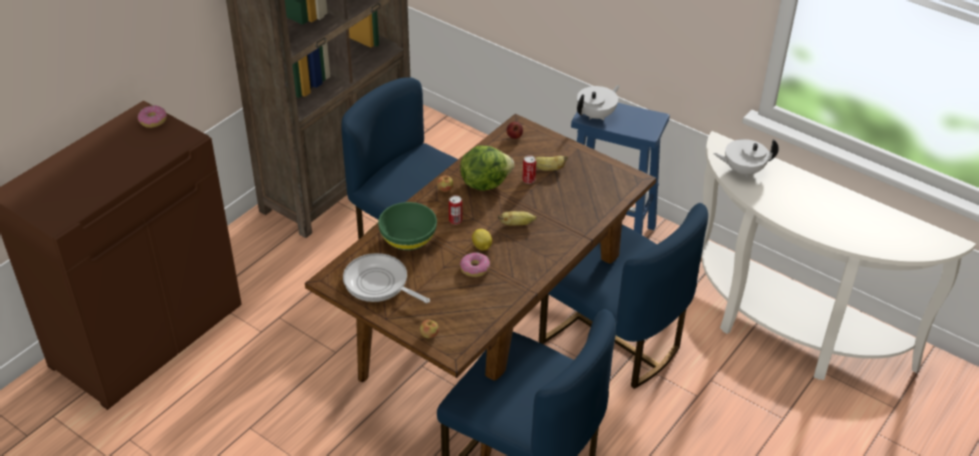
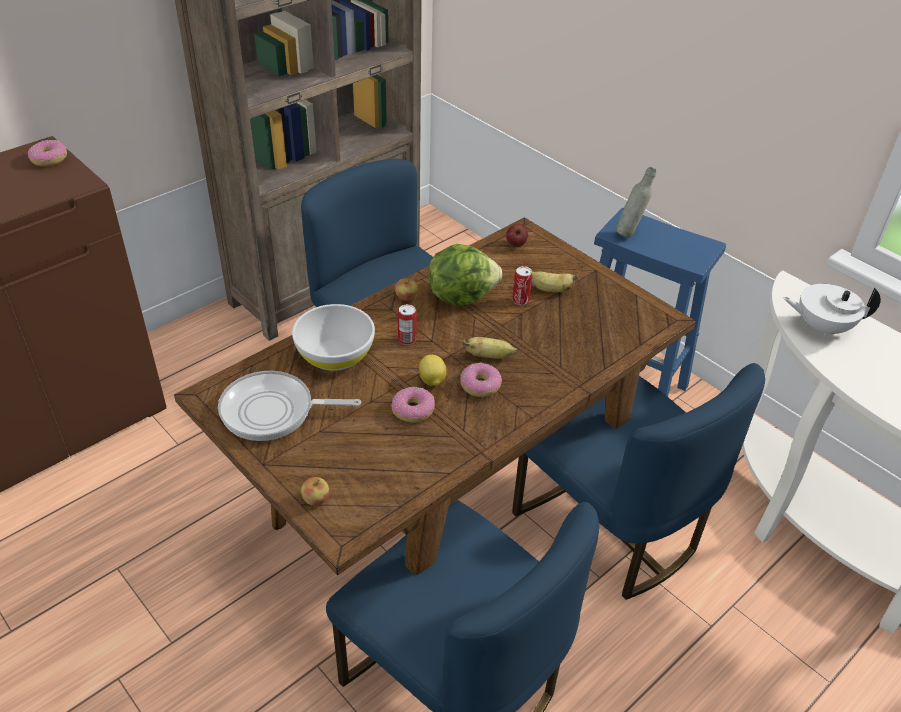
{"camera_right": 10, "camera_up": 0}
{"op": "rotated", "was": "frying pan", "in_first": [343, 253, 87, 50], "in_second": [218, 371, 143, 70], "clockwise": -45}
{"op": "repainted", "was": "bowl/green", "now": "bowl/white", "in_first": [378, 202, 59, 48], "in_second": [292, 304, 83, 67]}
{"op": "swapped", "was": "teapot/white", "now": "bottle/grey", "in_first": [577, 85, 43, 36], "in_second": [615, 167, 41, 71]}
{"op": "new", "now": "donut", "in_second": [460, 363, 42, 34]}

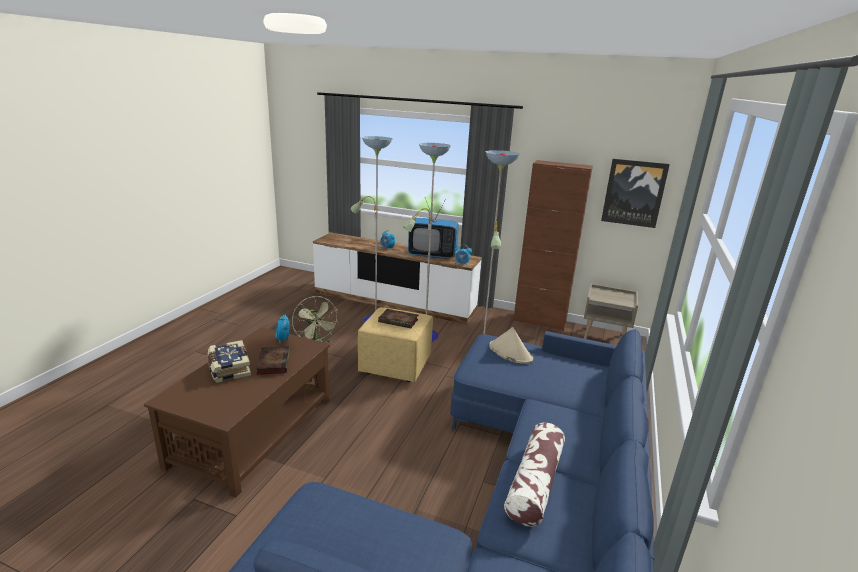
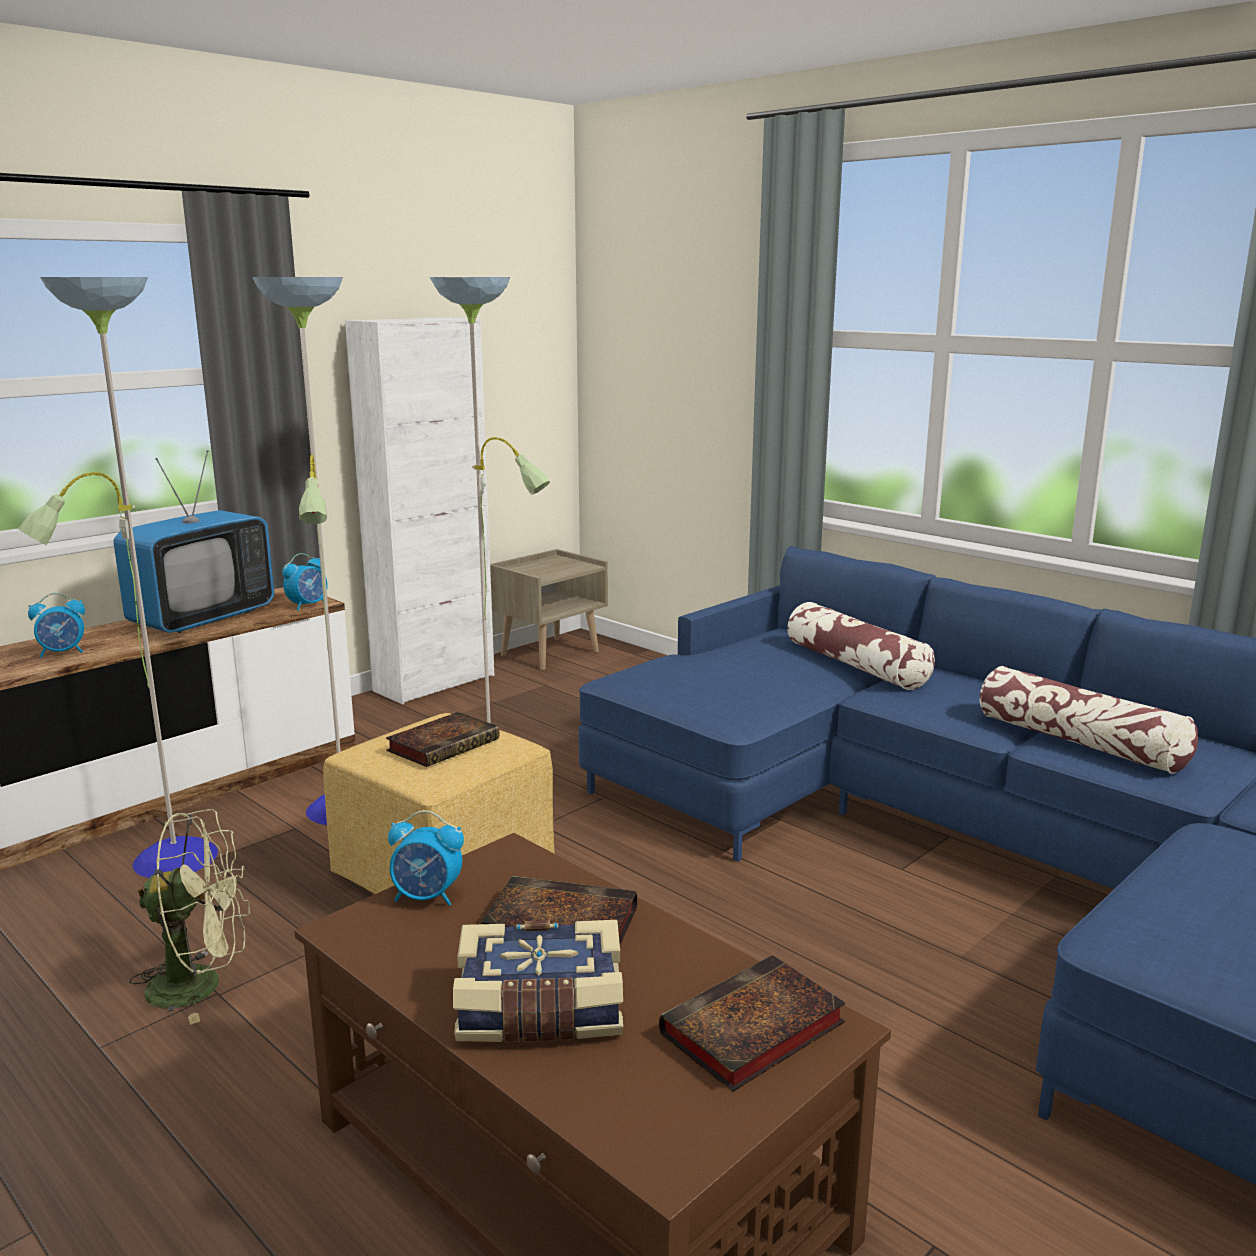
{"camera_right": -65, "camera_up": -5}
{"op": "gone", "was": "hat/beige", "in_first": [489, 327, 44, 37]}
{"op": "repainted", "was": "cabinet/brown", "now": "cabinet/white", "in_first": [513, 160, 80, 171], "in_second": [345, 317, 149, 387]}
{"op": "gone", "was": "picture", "in_first": [601, 159, 69, 69]}
{"op": "new", "now": "book", "in_second": [659, 955, 187, 137]}
{"op": "new", "now": "pillow", "in_second": [787, 602, 148, 88]}

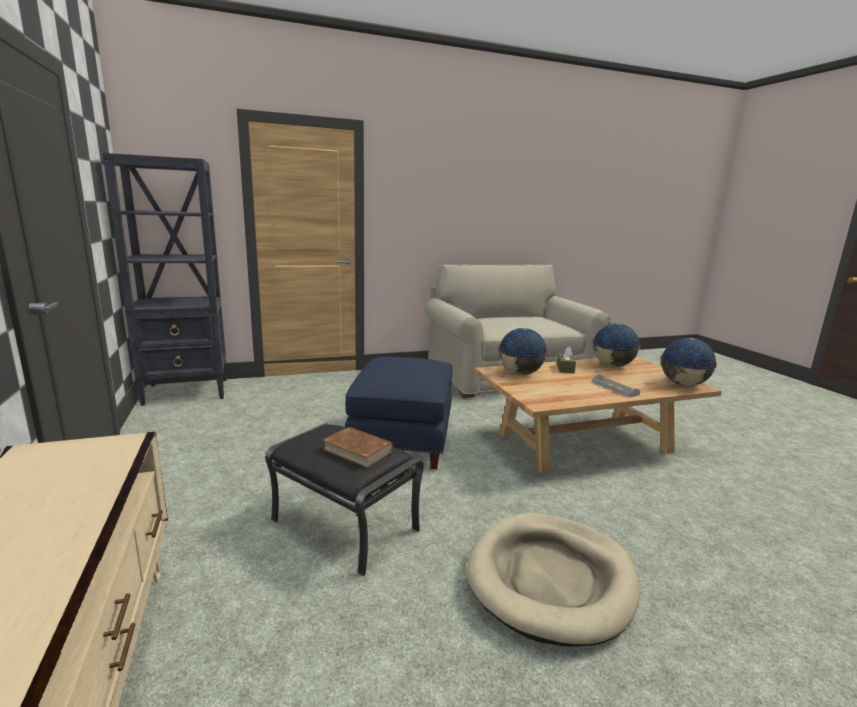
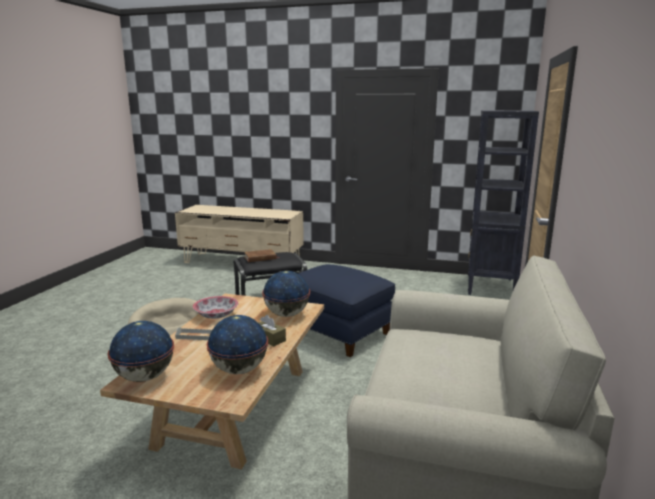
{"camera_right": 125, "camera_up": 0}
{"op": "new", "now": "bowl", "in_second": [193, 296, 45, 23]}

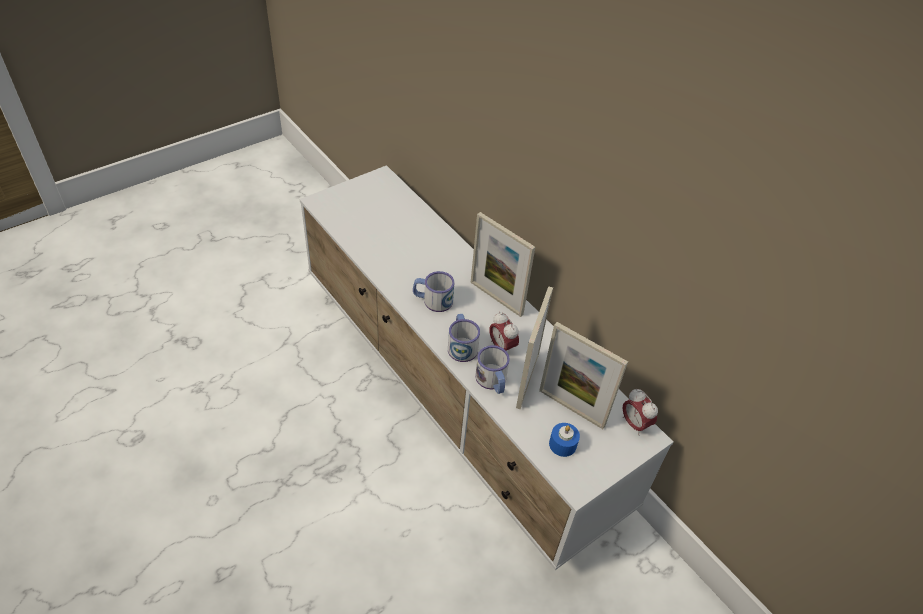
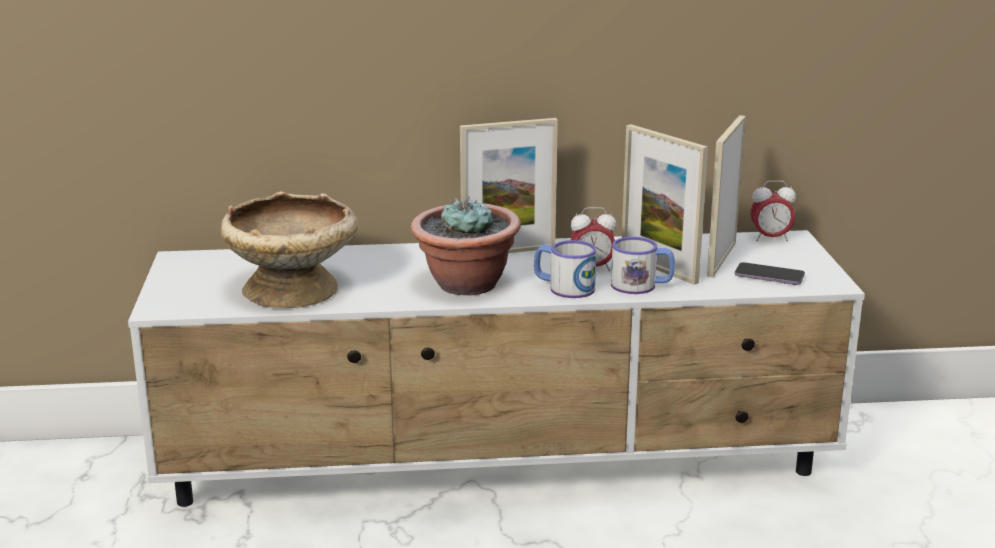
{"camera_right": -55, "camera_up": -25}
{"op": "swapped", "was": "mug", "now": "potted plant", "in_first": [413, 271, 41, 41], "in_second": [411, 198, 110, 97]}
{"op": "rotated", "was": "picture frame", "in_first": [539, 322, 89, 107], "in_second": [707, 115, 39, 162], "clockwise": 135}
{"op": "swapped", "was": "candle/blue", "now": "phone", "in_first": [549, 423, 31, 34], "in_second": [735, 262, 70, 23]}
{"op": "new", "now": "bowl/beige", "in_second": [220, 191, 138, 117]}

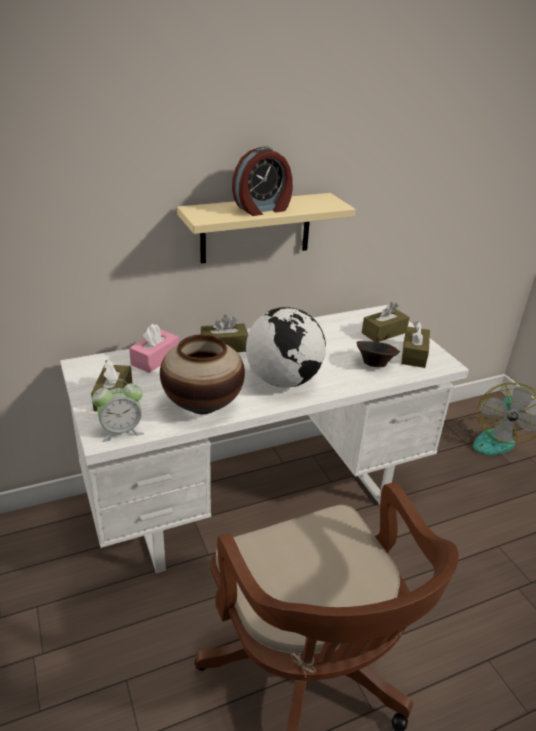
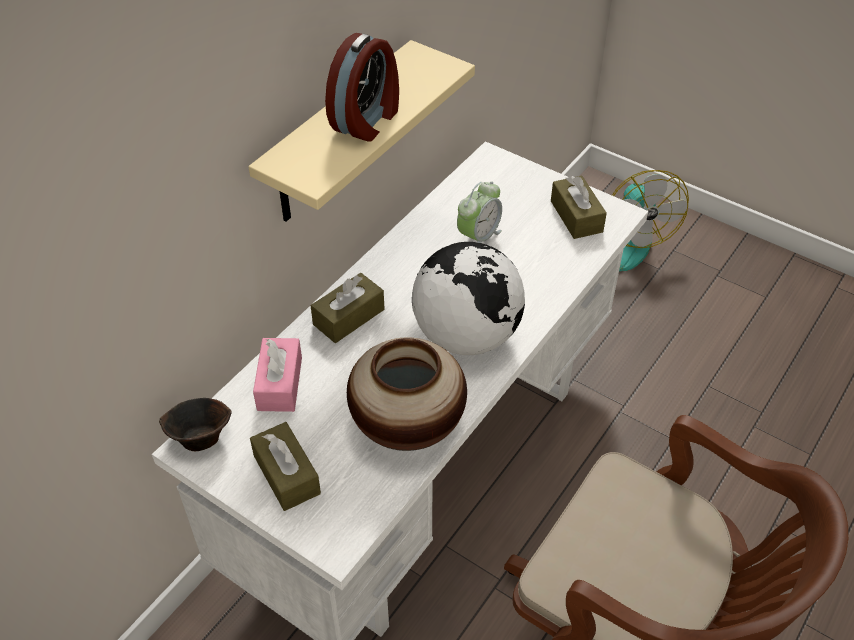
{"camera_right": -30, "camera_up": 15}
{"op": "shifted", "was": "alarm clock", "in_first": [92, 379, 52, 63], "in_second": [457, 181, 45, 62]}
{"op": "shifted", "was": "bowl/brown", "in_first": [357, 341, 43, 26], "in_second": [159, 398, 73, 53]}
{"op": "gone", "was": "tissue box/brown", "in_first": [362, 302, 48, 40]}

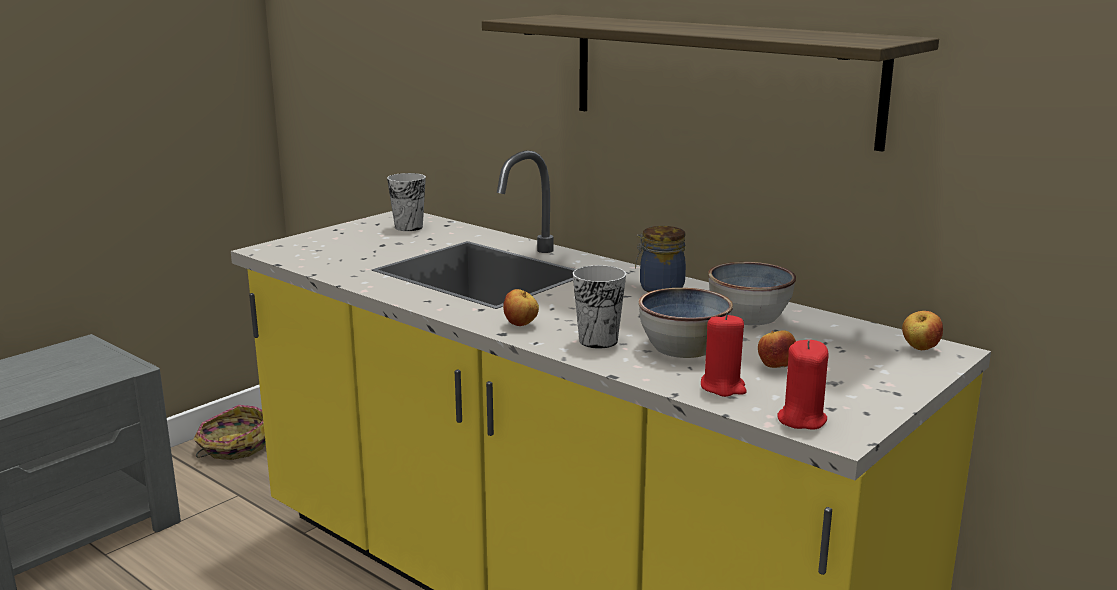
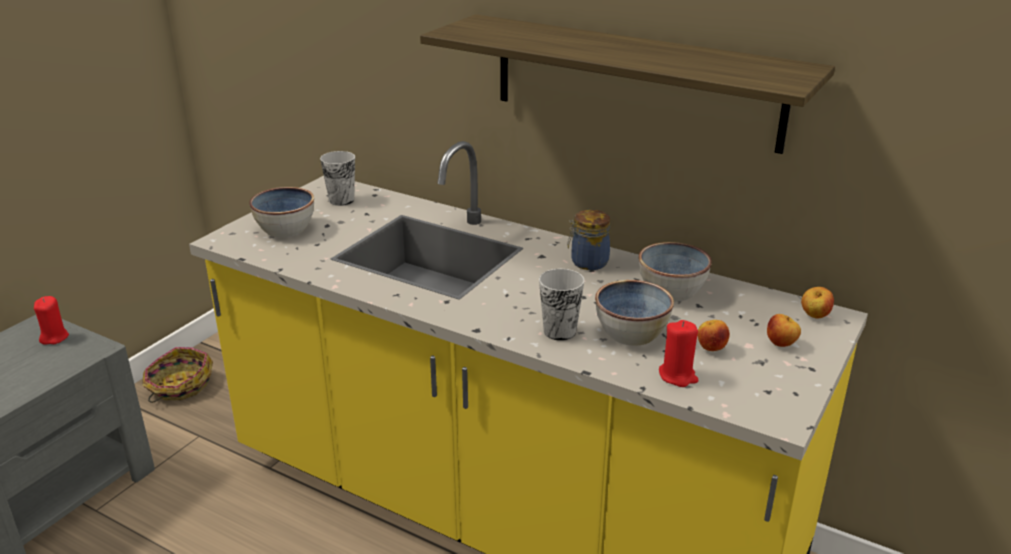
{"camera_right": -10, "camera_up": 10}
{"op": "shifted", "was": "apple", "in_first": [503, 289, 36, 37], "in_second": [767, 314, 34, 33]}
{"op": "shifted", "was": "candle/red", "in_first": [777, 340, 52, 90], "in_second": [34, 296, 35, 49]}
{"op": "new", "now": "bowl", "in_second": [249, 187, 65, 50]}

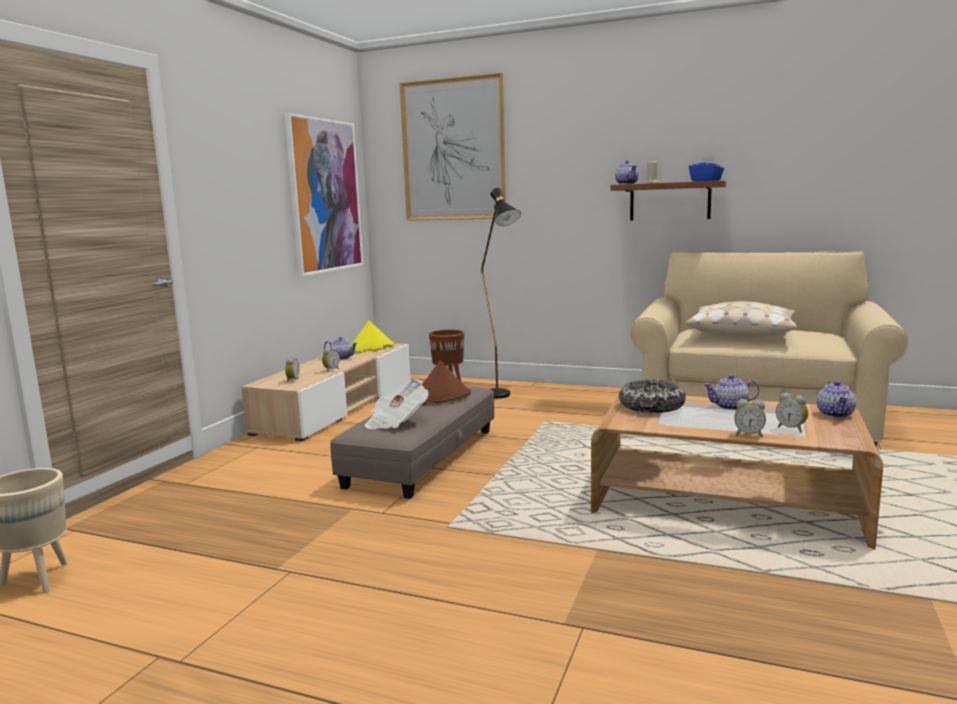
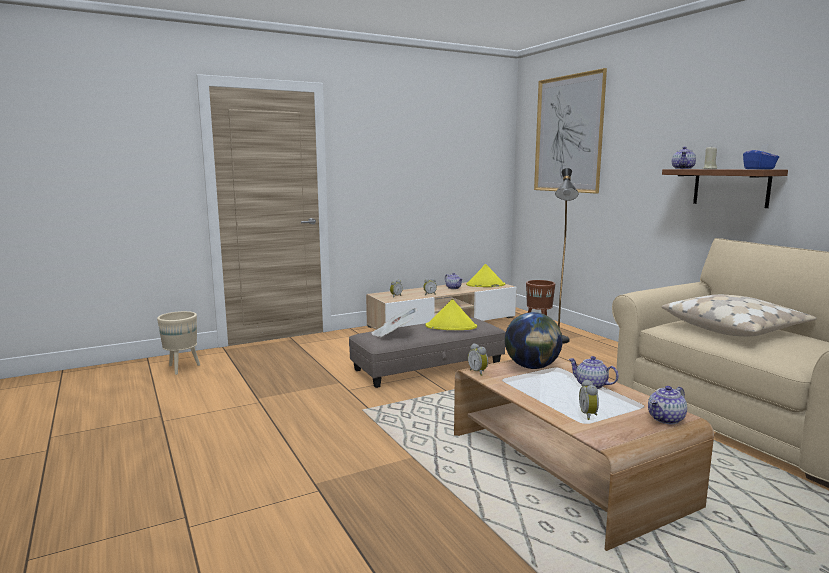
{"camera_right": 40, "camera_up": 0}
{"op": "gone", "was": "picture", "in_first": [285, 113, 78, 163]}
{"op": "repainted", "was": "hat/brown", "now": "hat/yellow", "in_first": [422, 360, 49, 44], "in_second": [425, 299, 52, 31]}
{"op": "swapped", "was": "bowl", "now": "globe", "in_first": [619, 380, 67, 33], "in_second": [505, 312, 58, 57]}
{"op": "shifted", "was": "alarm clock", "in_first": [734, 399, 32, 38], "in_second": [468, 343, 20, 33]}

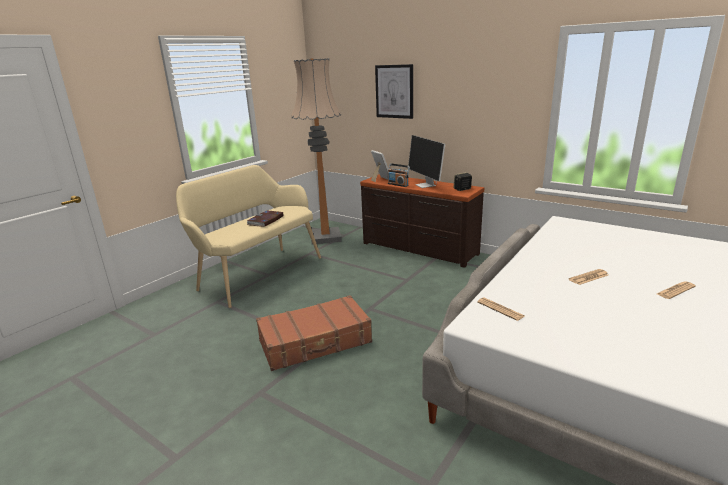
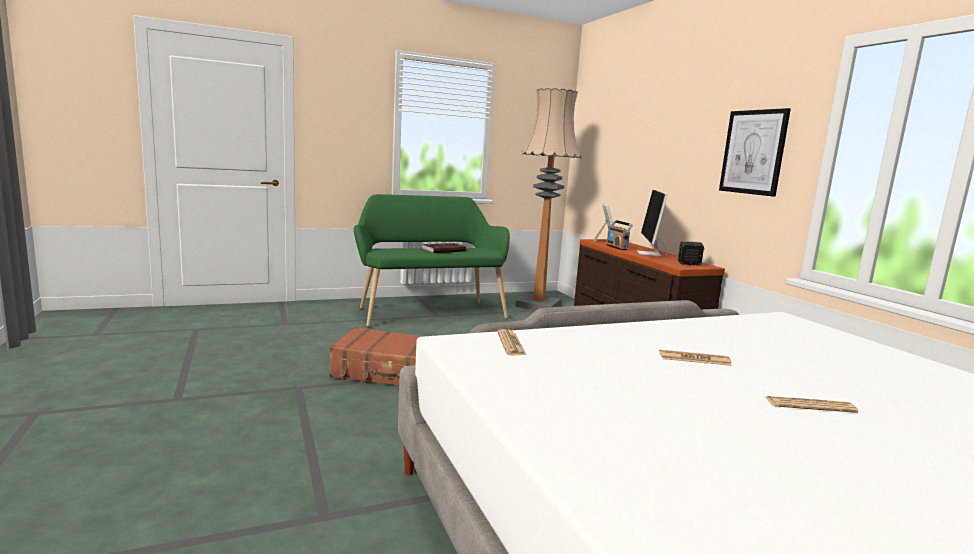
{"camera_right": 30, "camera_up": -10}
{"op": "repainted", "was": "bench/beige", "now": "bench/green", "in_first": [176, 165, 145, 143], "in_second": [354, 194, 156, 133]}
{"op": "shifted", "was": "picture", "in_first": [375, 64, 38, 55], "in_second": [719, 108, 72, 89]}

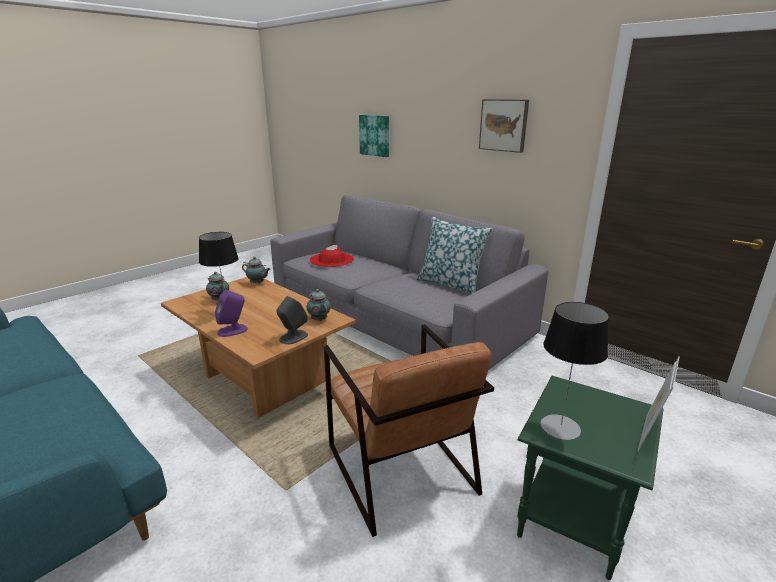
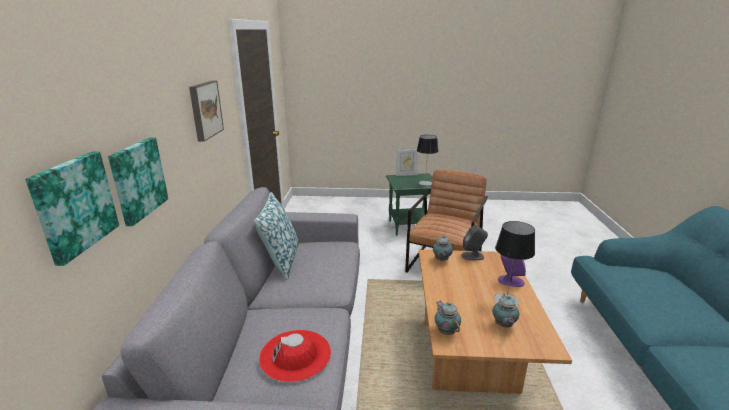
{"camera_right": -130, "camera_up": 0}
{"op": "new", "now": "picture", "in_second": [108, 138, 60, 88]}

